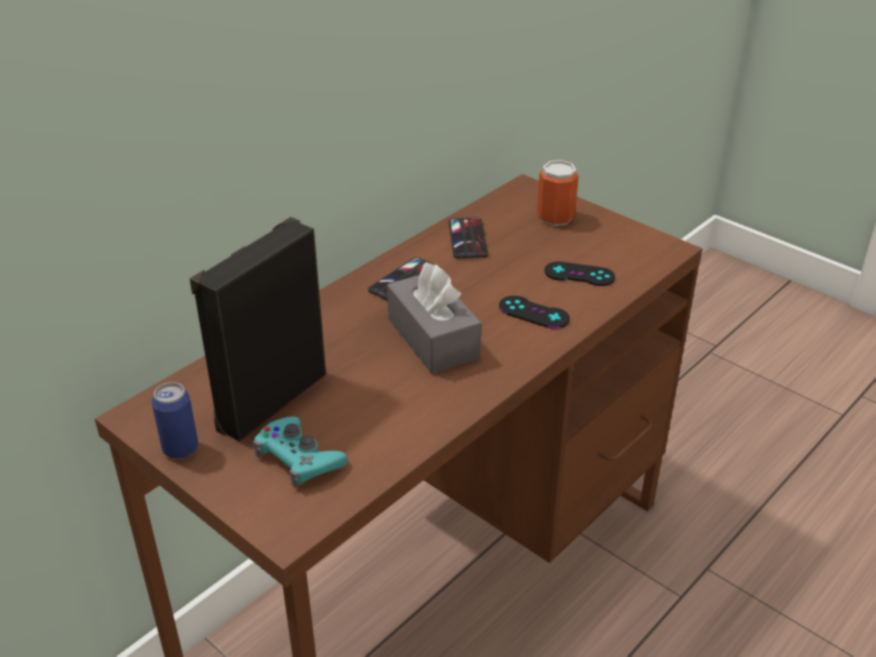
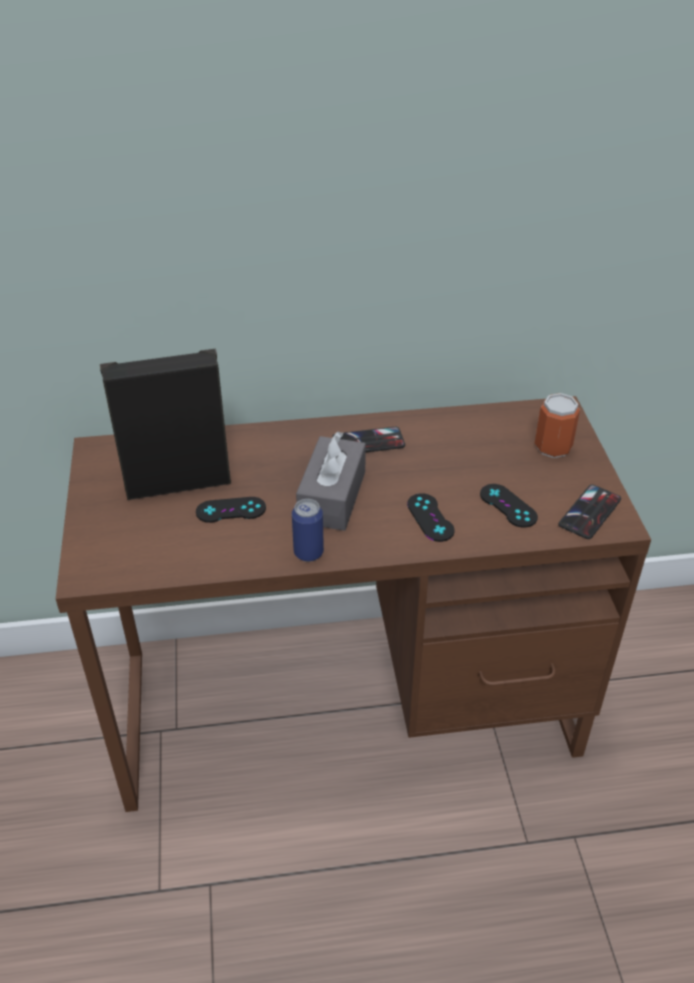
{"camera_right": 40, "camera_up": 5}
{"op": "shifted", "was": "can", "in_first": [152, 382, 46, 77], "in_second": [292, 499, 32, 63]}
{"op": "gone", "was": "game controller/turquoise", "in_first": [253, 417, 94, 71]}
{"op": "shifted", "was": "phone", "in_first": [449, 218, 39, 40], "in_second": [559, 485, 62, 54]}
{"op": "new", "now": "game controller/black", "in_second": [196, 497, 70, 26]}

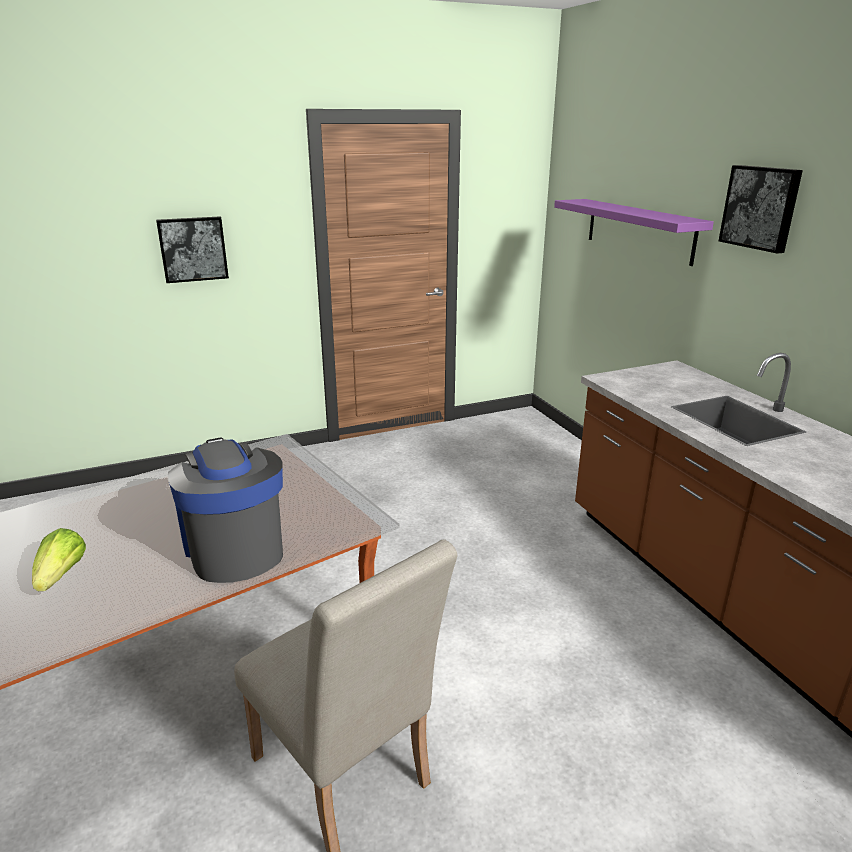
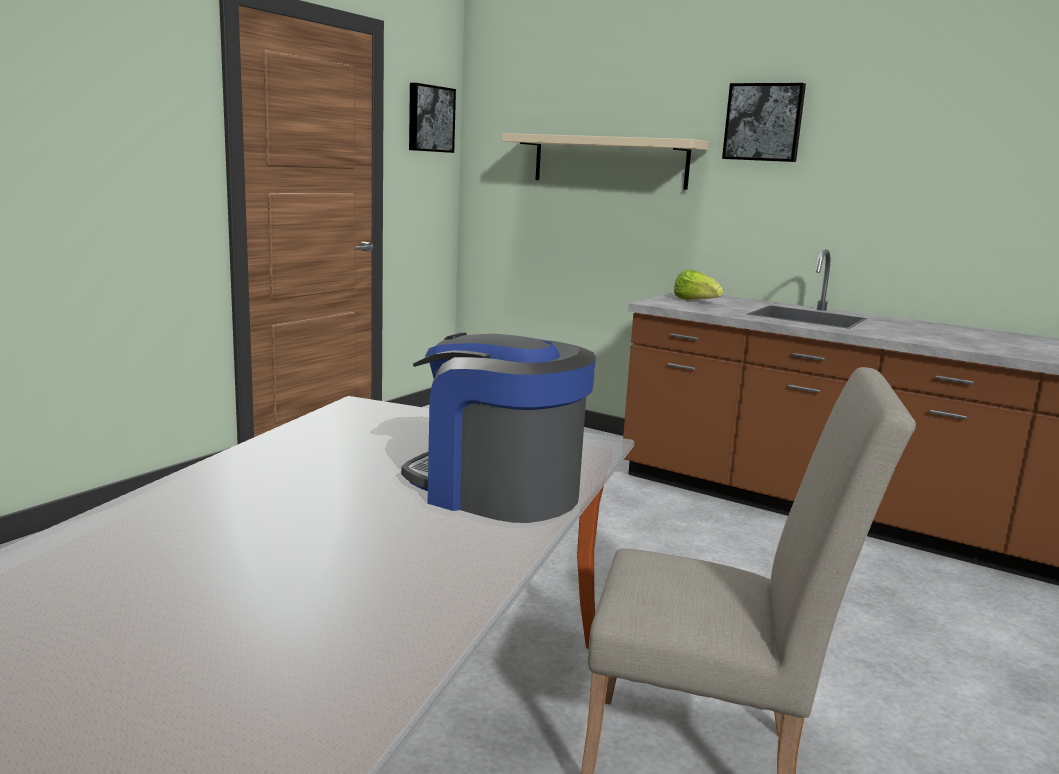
{"camera_right": -35, "camera_up": -10}
{"op": "shifted", "was": "lettuce", "in_first": [32, 528, 54, 63], "in_second": [674, 269, 49, 31]}
{"op": "shifted", "was": "picture", "in_first": [156, 216, 73, 67], "in_second": [409, 83, 47, 70]}
{"op": "repainted", "was": "shelf/purple", "now": "shelf/beige", "in_first": [554, 199, 160, 67], "in_second": [502, 133, 207, 57]}

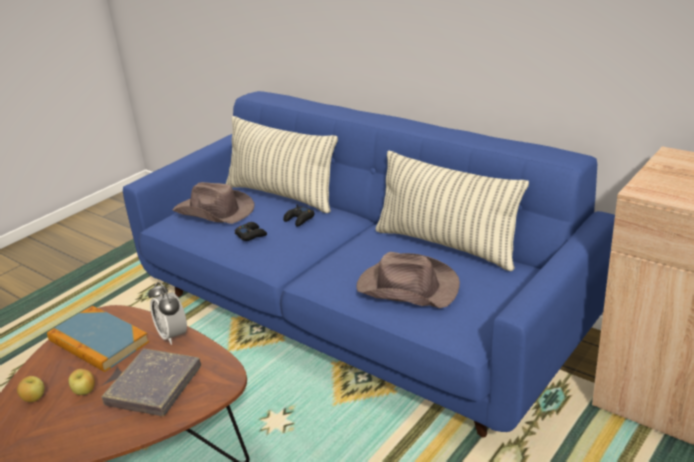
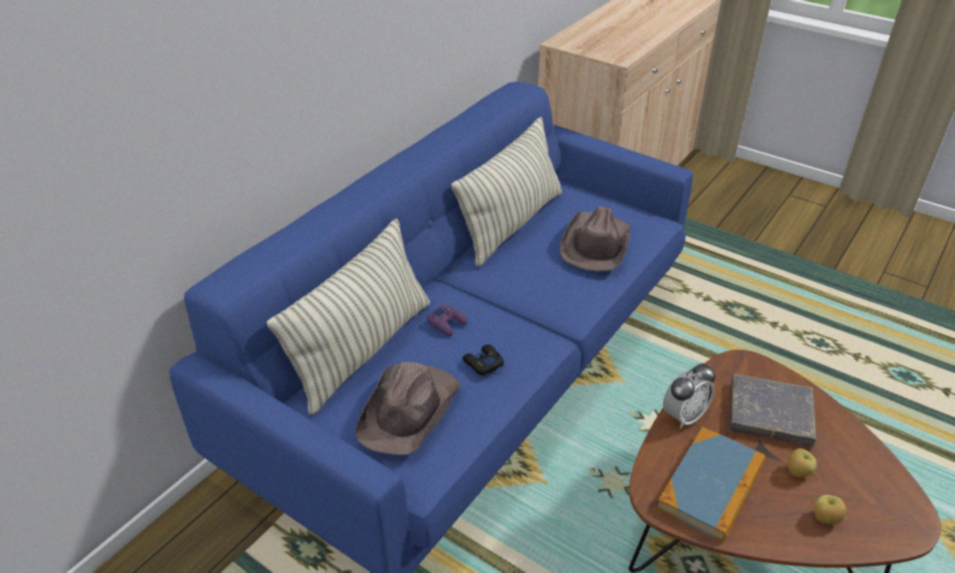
{"camera_right": -95, "camera_up": 10}
{"op": "repainted", "was": "game controller/black", "now": "game controller/purple", "in_first": [283, 204, 32, 23], "in_second": [427, 305, 40, 31]}

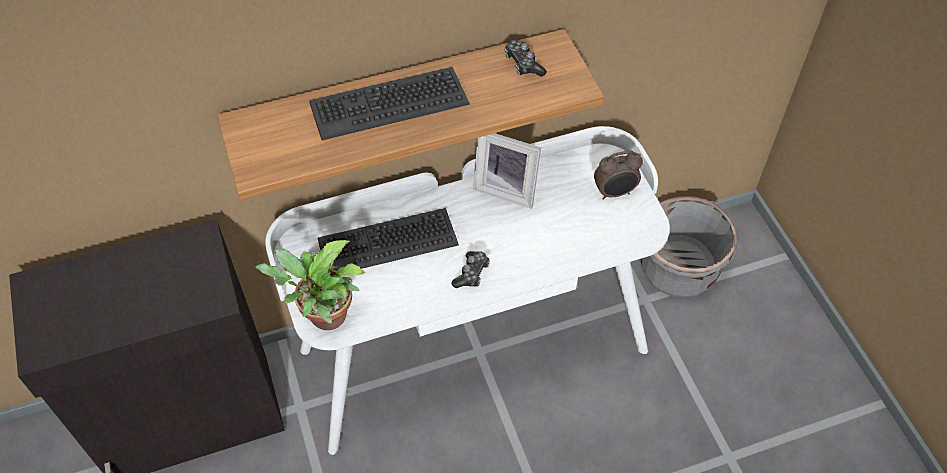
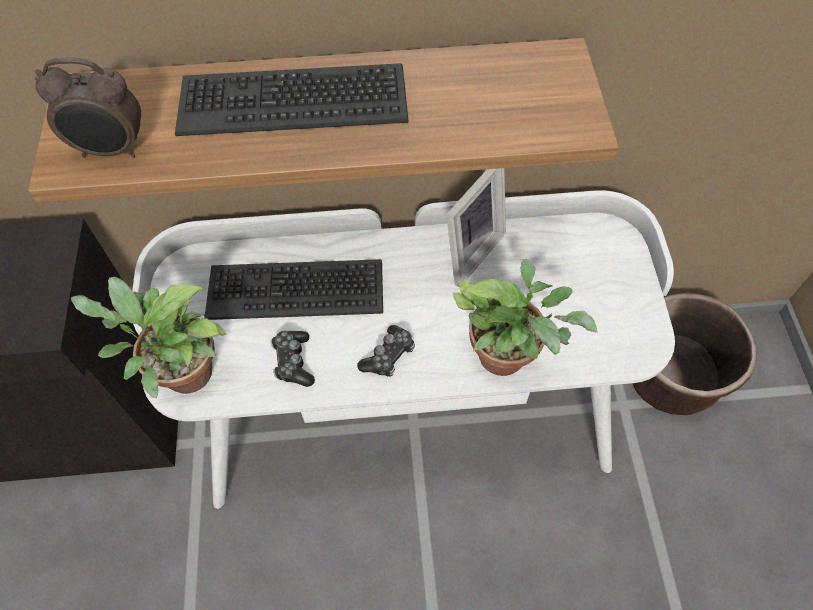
{"camera_right": 15, "camera_up": 5}
{"op": "rotated", "was": "picture frame", "in_first": [473, 133, 68, 76], "in_second": [446, 168, 60, 119], "clockwise": -90}
{"op": "shifted", "was": "game controller", "in_first": [504, 40, 43, 37], "in_second": [270, 331, 45, 56]}
{"op": "shifted", "was": "alarm clock", "in_first": [594, 151, 49, 49], "in_second": [35, 58, 106, 99]}
{"op": "repainted", "was": "planter/grey", "now": "planter/brown", "in_first": [641, 196, 97, 102], "in_second": [633, 293, 124, 122]}
{"op": "new", "now": "potted plant", "in_second": [453, 259, 145, 117]}

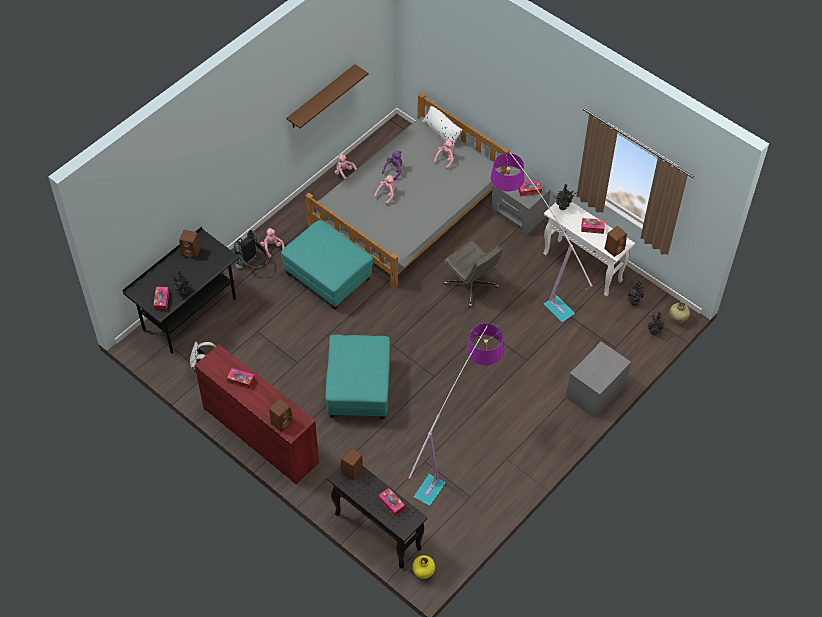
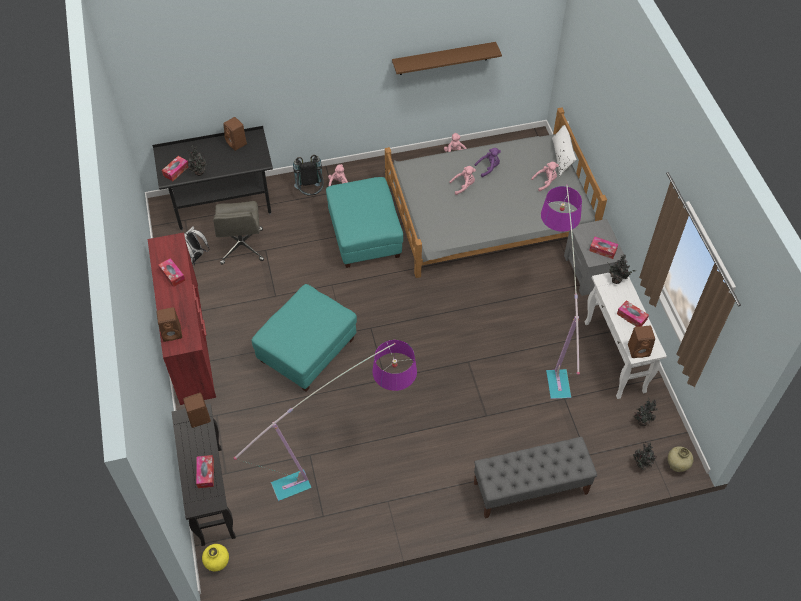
{"camera_right": 35, "camera_up": 0}
{"op": "shifted", "was": "office chair/grey", "in_first": [444, 241, 59, 66], "in_second": [213, 201, 51, 64]}
{"op": "swapped", "was": "nightstand/grey", "now": "bench/grey", "in_first": [566, 341, 65, 77], "in_second": [474, 437, 123, 81]}

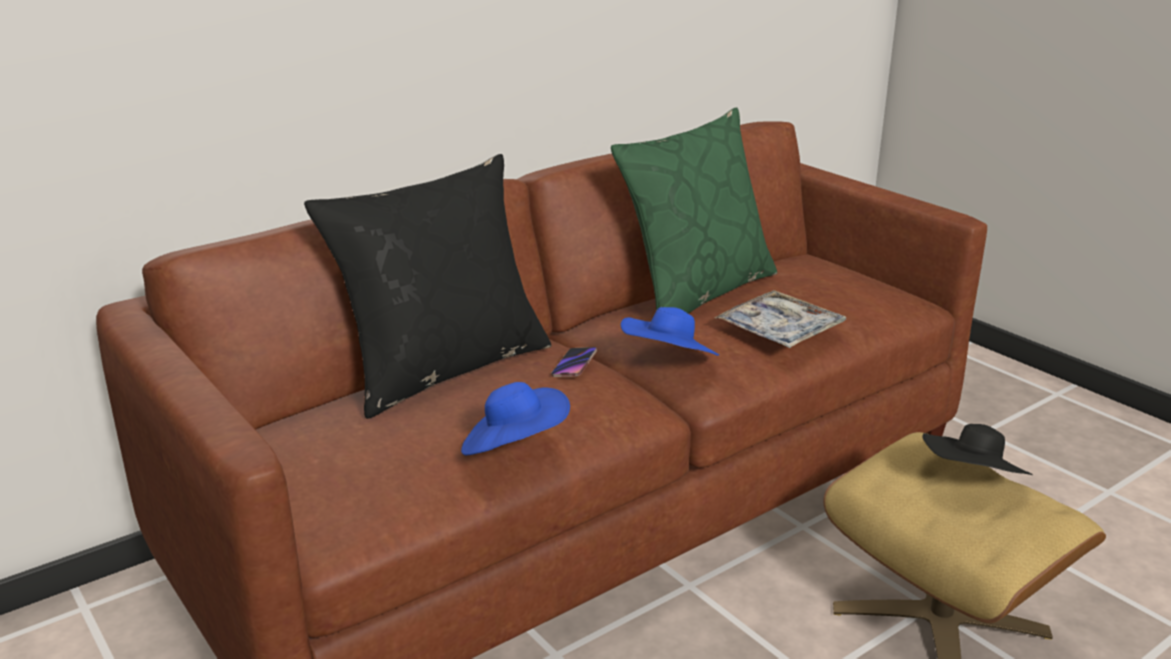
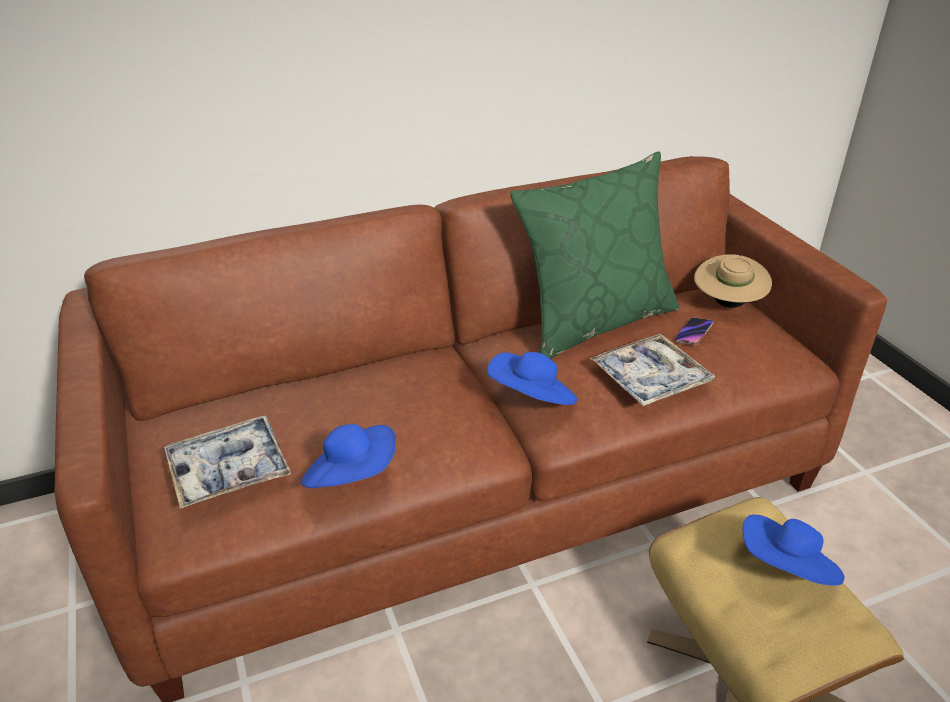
{"camera_right": 15, "camera_up": 10}
{"op": "gone", "was": "pillow/black", "in_first": [304, 154, 247, 265]}
{"op": "shifted", "was": "phone", "in_first": [551, 347, 46, 30], "in_second": [674, 318, 39, 27]}
{"op": "repainted", "was": "hat/black", "now": "hat/blue", "in_first": [922, 424, 111, 51], "in_second": [743, 514, 102, 72]}
{"op": "new", "now": "tray", "in_second": [164, 416, 127, 93]}
{"op": "new", "now": "hat/beige", "in_second": [694, 254, 78, 54]}

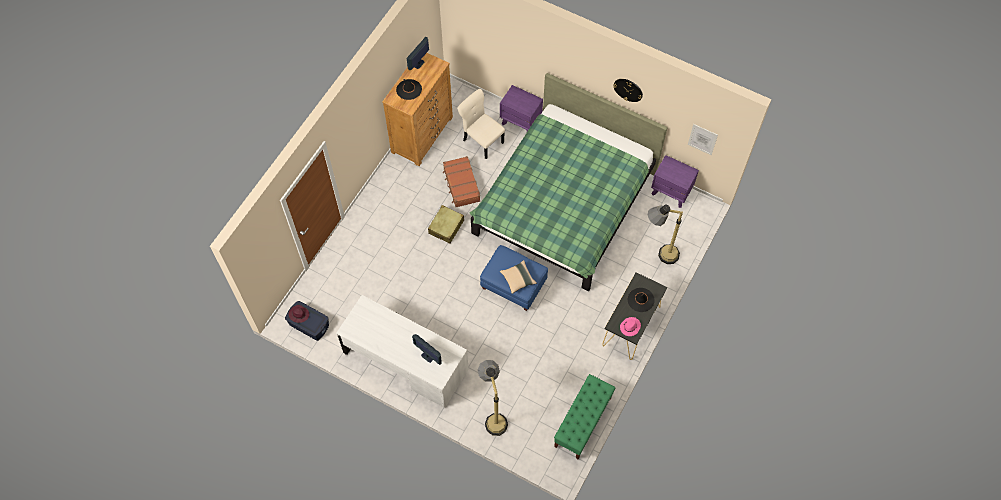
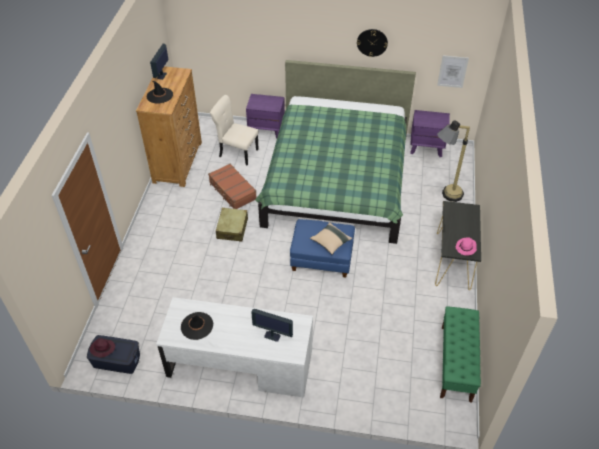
{"camera_right": -20, "camera_up": -15}
{"op": "gone", "was": "floor lamp", "in_first": [478, 360, 30, 76]}
{"op": "shifted", "was": "hat/black", "in_first": [628, 288, 27, 24], "in_second": [181, 312, 32, 28]}

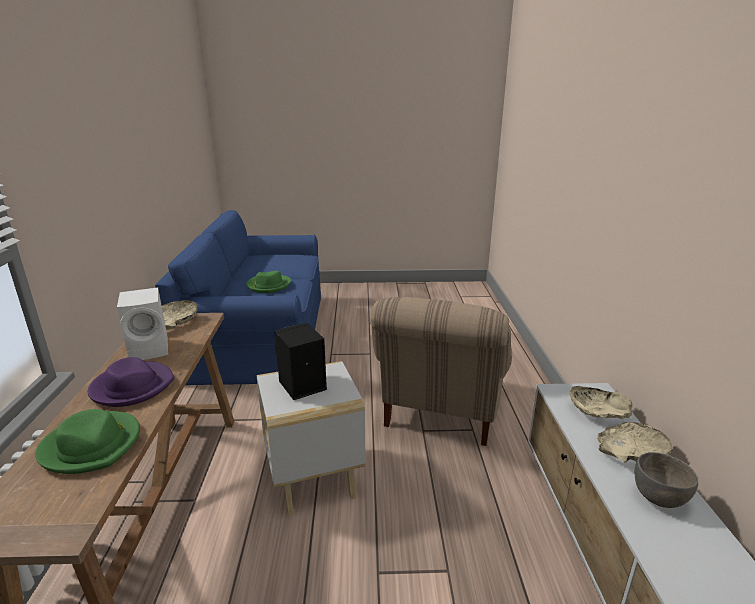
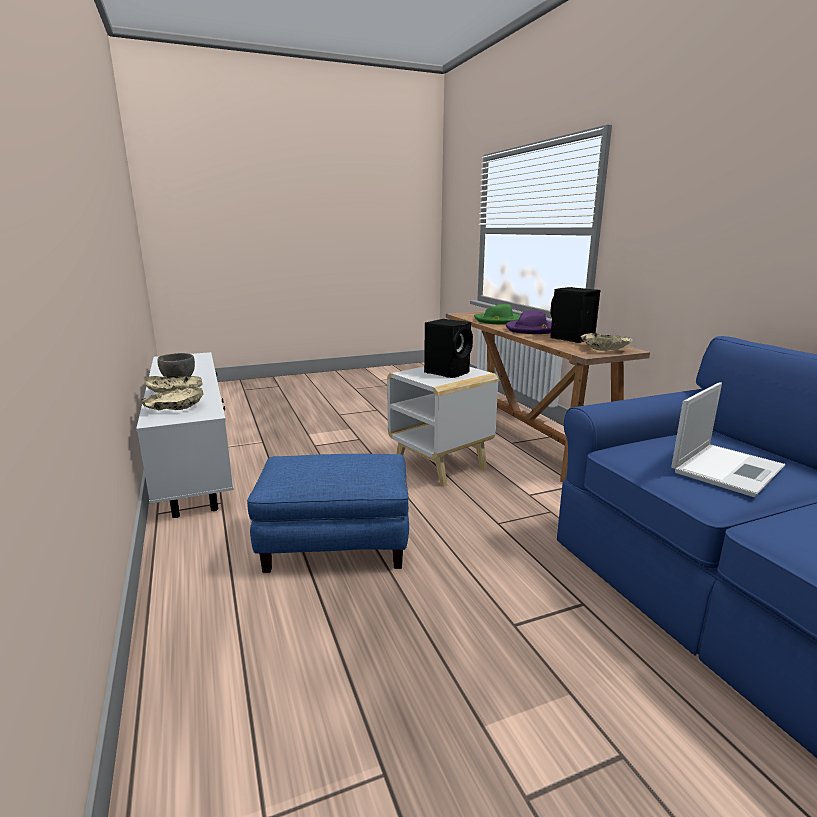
{"camera_right": 160, "camera_up": -5}
{"op": "repainted", "was": "speaker/white", "now": "speaker/black", "in_first": [117, 287, 51, 73], "in_second": [550, 287, 50, 56]}
{"op": "swapped", "was": "hat/green", "now": "laptop", "in_first": [246, 271, 45, 22], "in_second": [671, 382, 114, 115]}
{"op": "swapped", "was": "armchair/beige", "now": "ottoman/blue", "in_first": [371, 297, 141, 149], "in_second": [247, 454, 162, 119]}

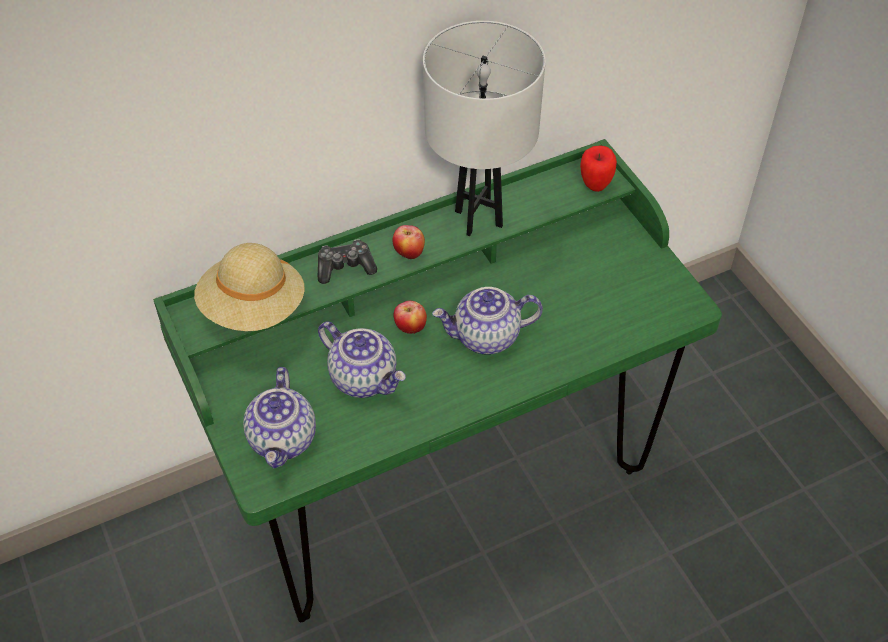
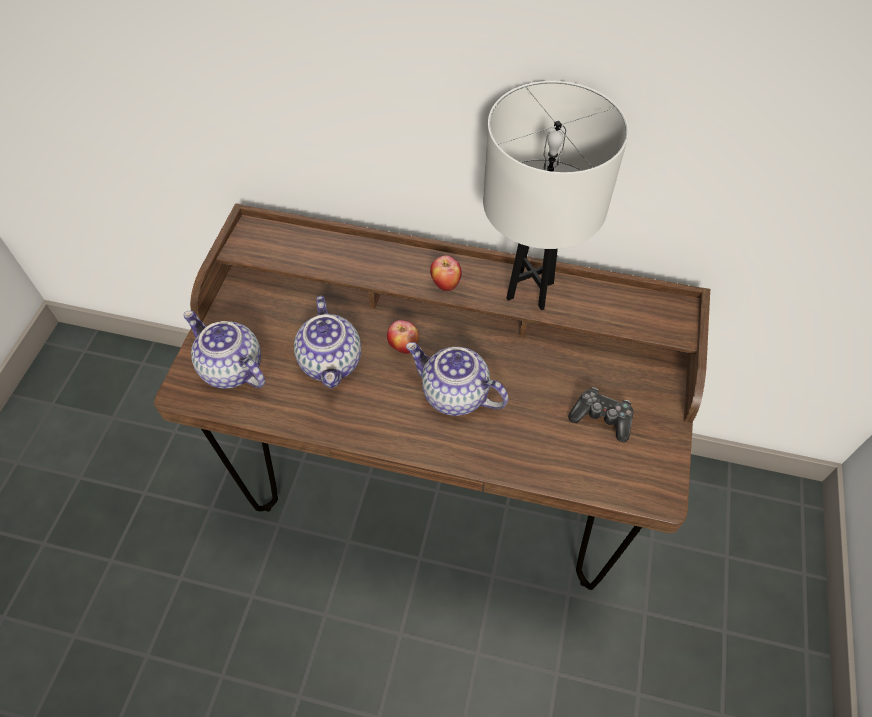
{"camera_right": 40, "camera_up": 5}
{"op": "repainted", "was": "desk/green", "now": "desk/brown", "in_first": [153, 139, 569, 483], "in_second": [154, 203, 556, 387]}
{"op": "gone", "was": "hat/beige", "in_first": [194, 243, 111, 88]}
{"op": "rotated", "was": "teapot", "in_first": [243, 367, 73, 101], "in_second": [183, 311, 82, 78], "clockwise": 90}
{"op": "shifted", "was": "game controller", "in_first": [318, 240, 59, 44], "in_second": [568, 387, 66, 55]}
{"op": "gone", "was": "apple", "in_first": [580, 145, 37, 47]}

